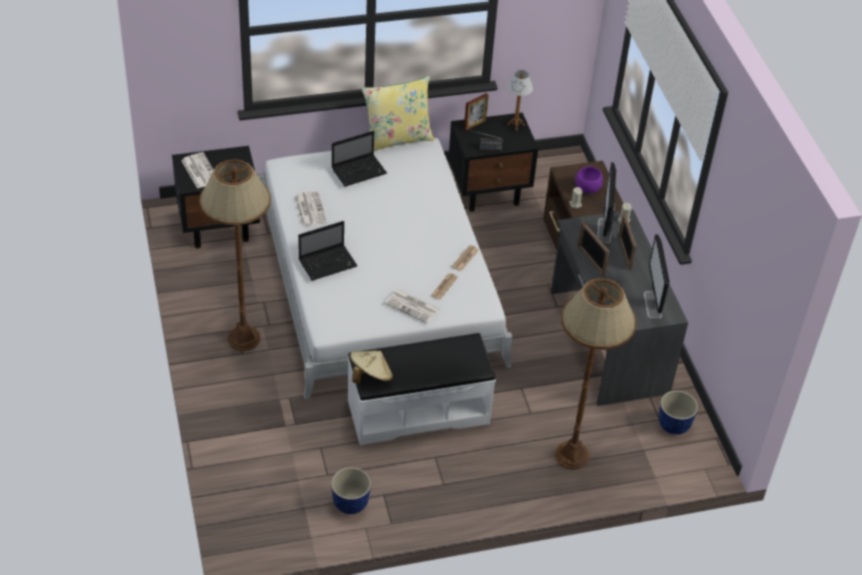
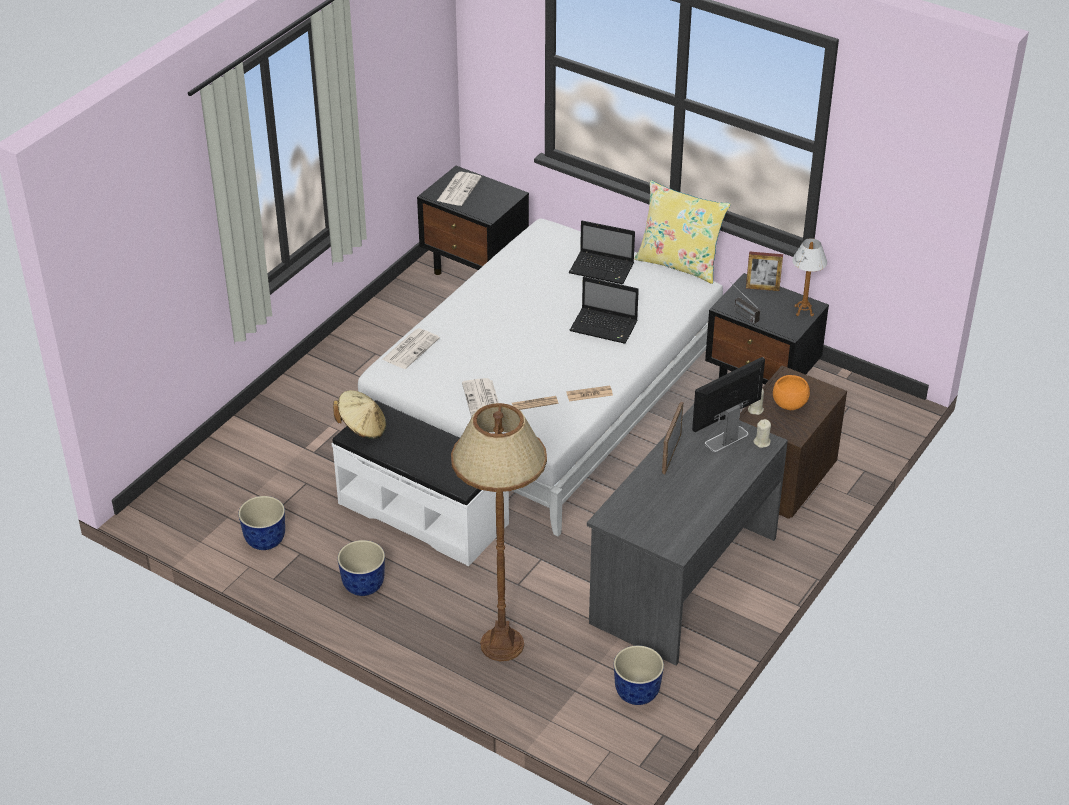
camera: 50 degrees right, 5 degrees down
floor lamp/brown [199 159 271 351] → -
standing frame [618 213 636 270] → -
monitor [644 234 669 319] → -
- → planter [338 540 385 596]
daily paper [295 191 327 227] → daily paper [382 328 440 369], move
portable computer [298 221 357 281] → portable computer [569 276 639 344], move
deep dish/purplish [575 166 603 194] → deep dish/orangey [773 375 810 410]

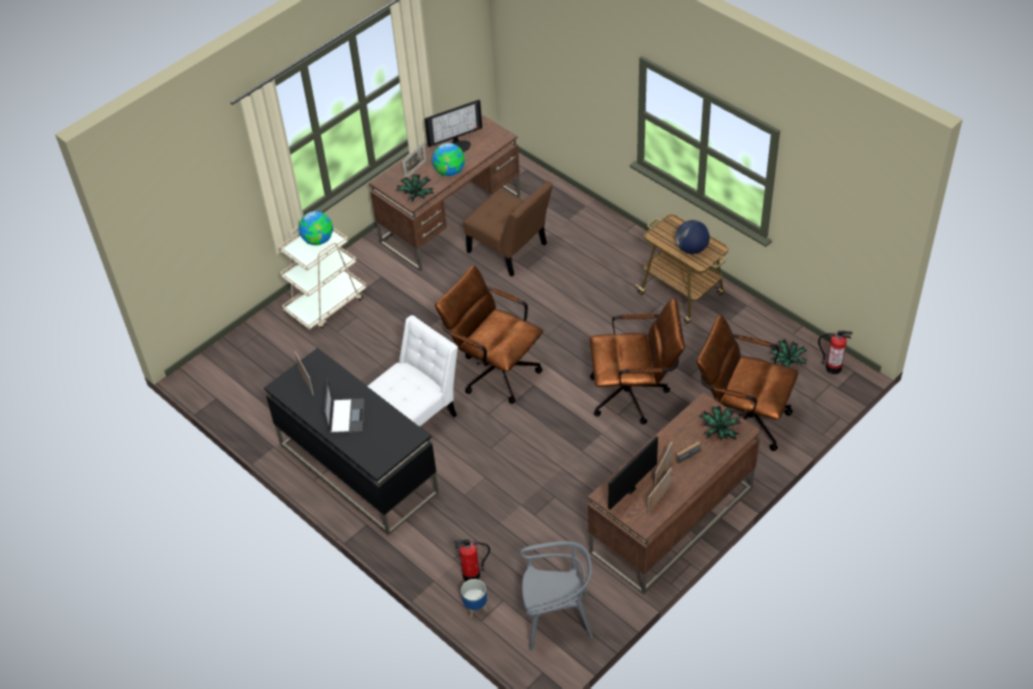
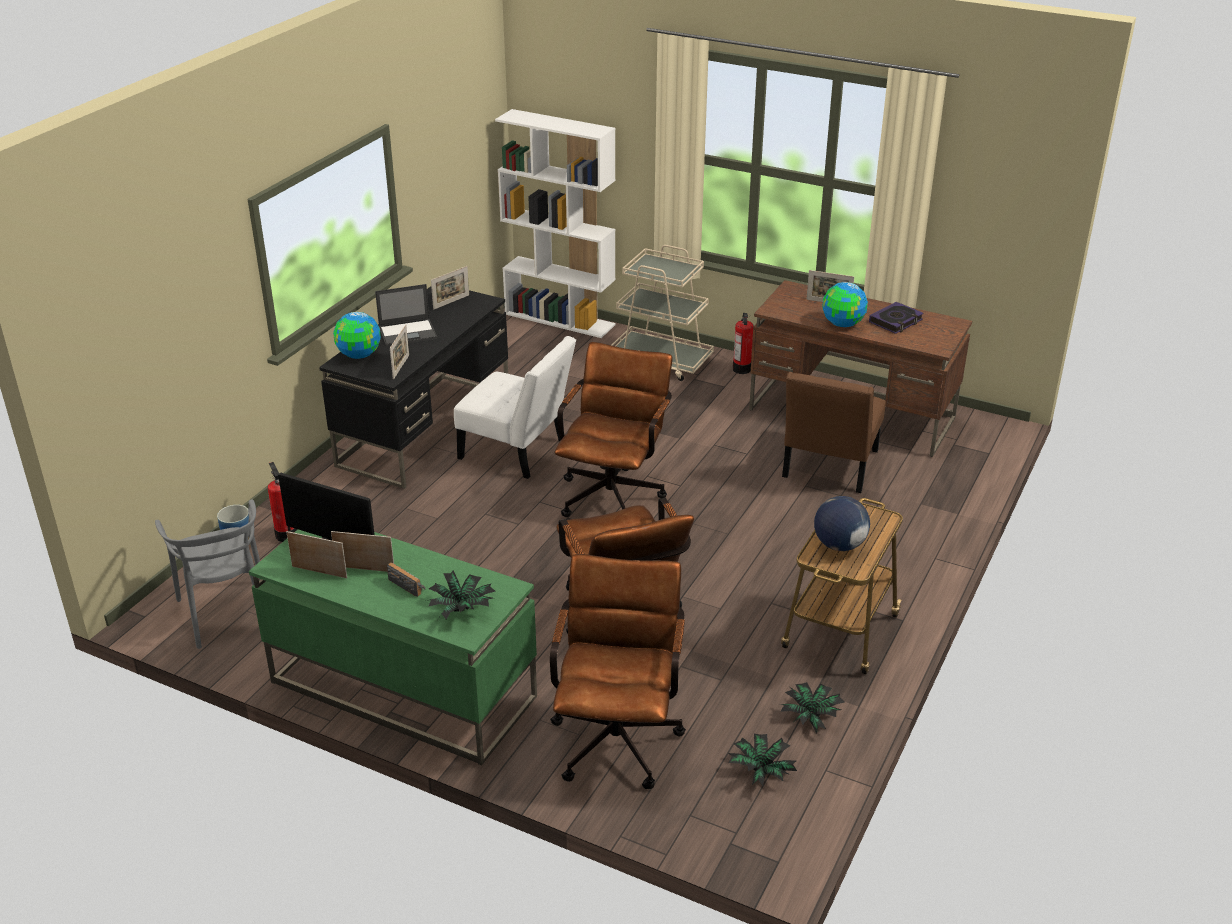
camera: 70 degrees right, 15 degrees down
- → standing frame [390 325 409 379]
- → bookcase/whitish [495 109 615 338]
world globe [298 211 333 245] → world globe [333 312 381 359], move
houseplant [396 175 434 201] → houseplant [780 682 844 734], move
extinguisher [818 330 853 374] → extinguisher [733 313 754 374], move
monitor [425 100 482 152] → book [869 302 924 334]
desk unit/brown [588 392 761 594] → desk unit/green [249 529 537 765]

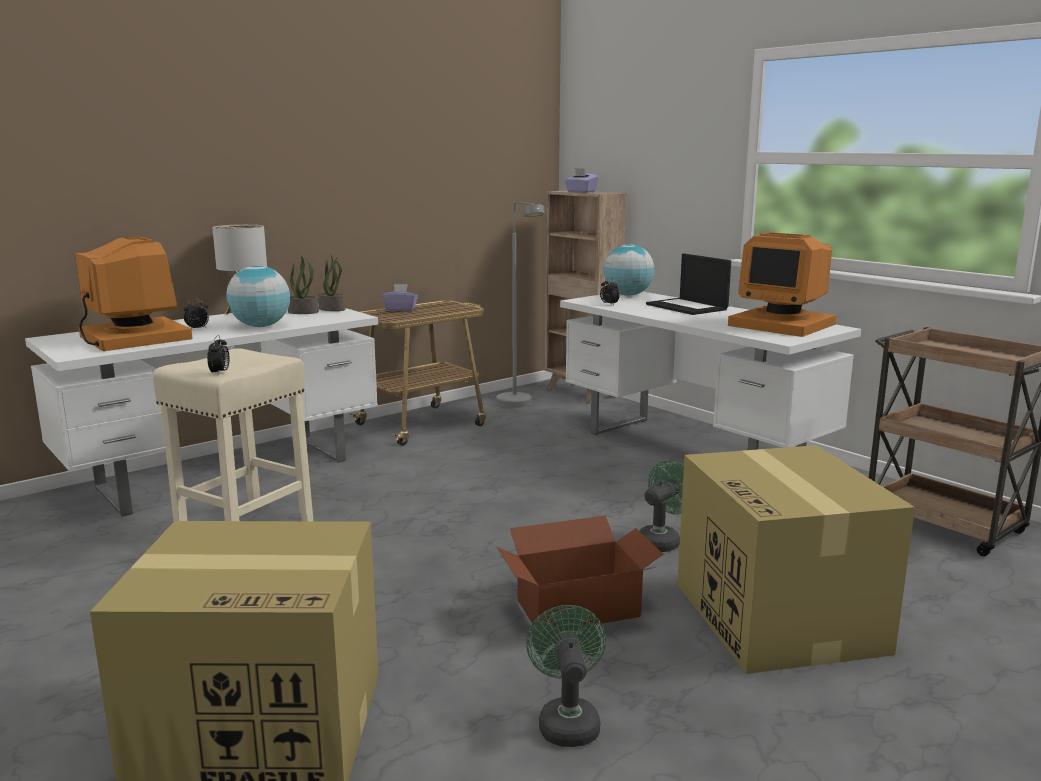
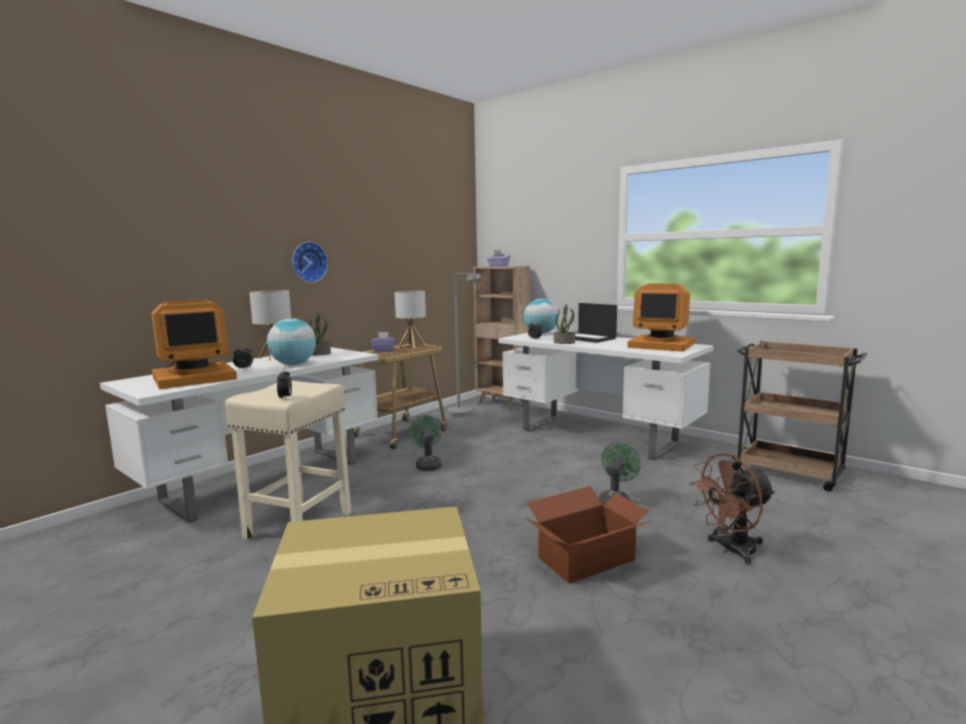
camera: 10 degrees left, 5 degrees down
- → clock on the wall [292 242 328 283]
- → lamp for a table [395 291 426 348]
houseplant [318 254 346 311] → houseplant [554 304 575 344], move
fan/green [526 605 606 747] → fan/green [409 415 442 471], move
packing box [677 445 915 674] → fan/brown [689 453 775 565]
monitor [75 237 193 351] → monitor [151 300 237 389], 105 degrees clockwise

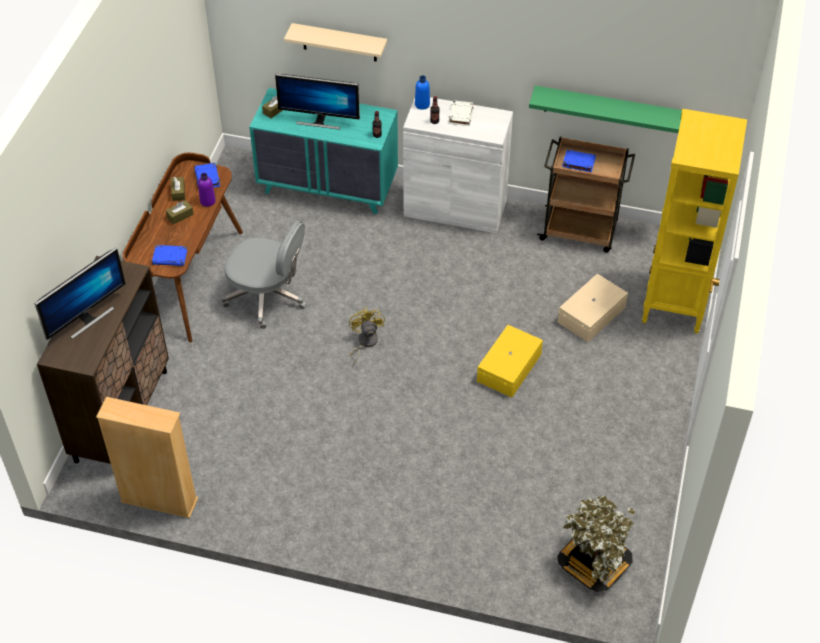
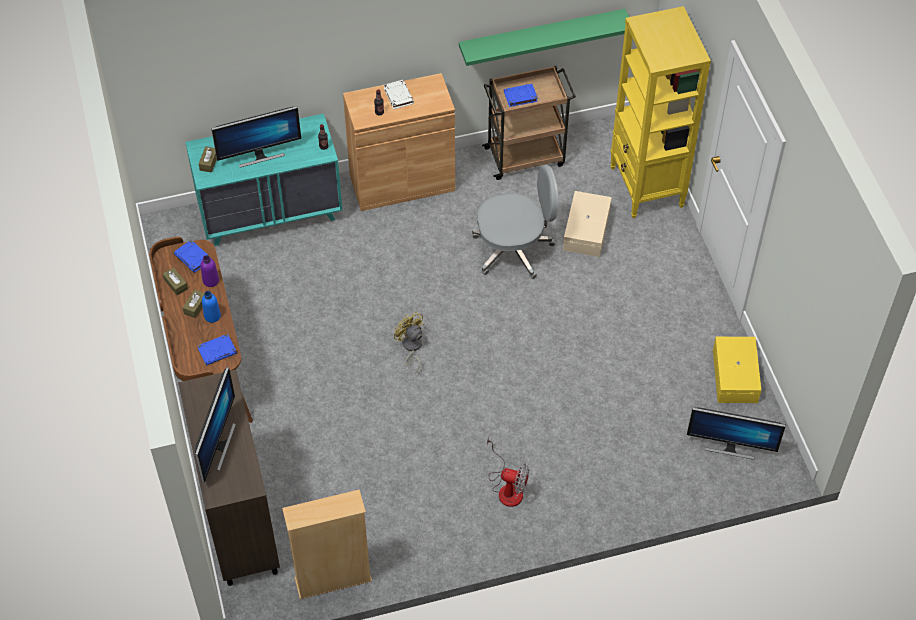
camera: 30 degrees left, 5 degrees up
wall shelf/sand-coloured [284 23 387 62] → -
- → fan [487 437 529 507]
office chair/grey [222 220 307 329] → office chair/grey [472 165 559 279], move
drink bottle/bluish [415 75 430 110] → drink bottle/bluish [202 291 221 323], move
storage container/yellow [477 325 543 398] → storage container/yellow [713 337 761 403], move
houseplant [557 495 635 592] → monitor [687 407 786 460]
cupboard/whitish [403 97 513 234] → cupboard/brown [343 73 455 211]

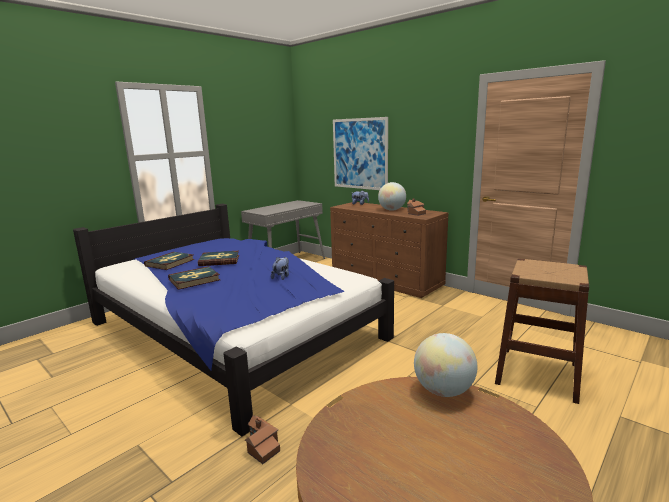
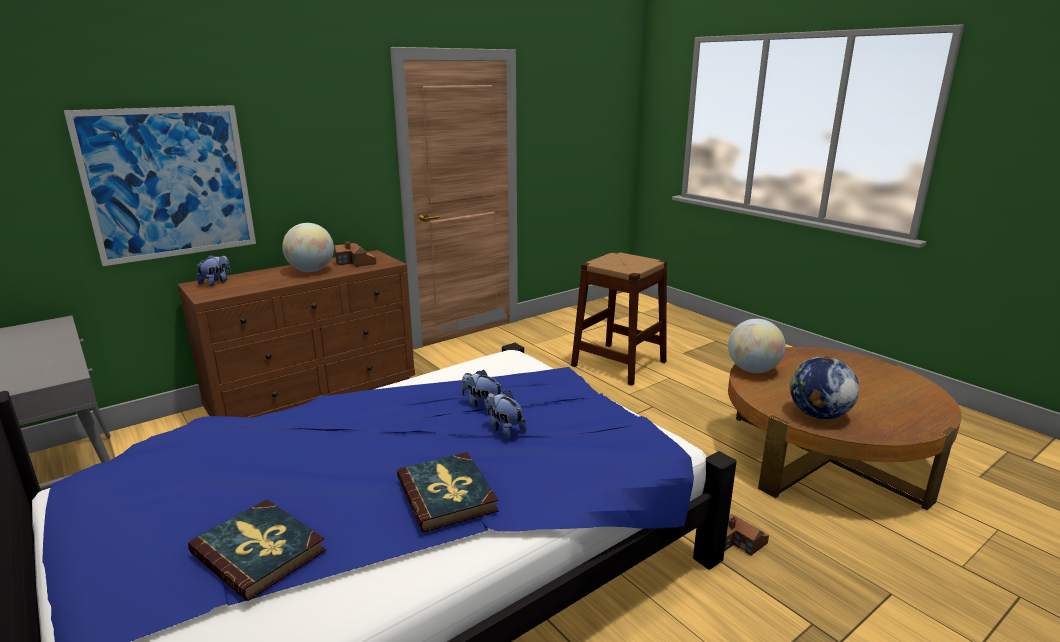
camera: 80 degrees left, 5 degrees up
book [198 251 239 266] → -
- → plush toy [487 391 527 439]
- → world globe [790 356 859 419]

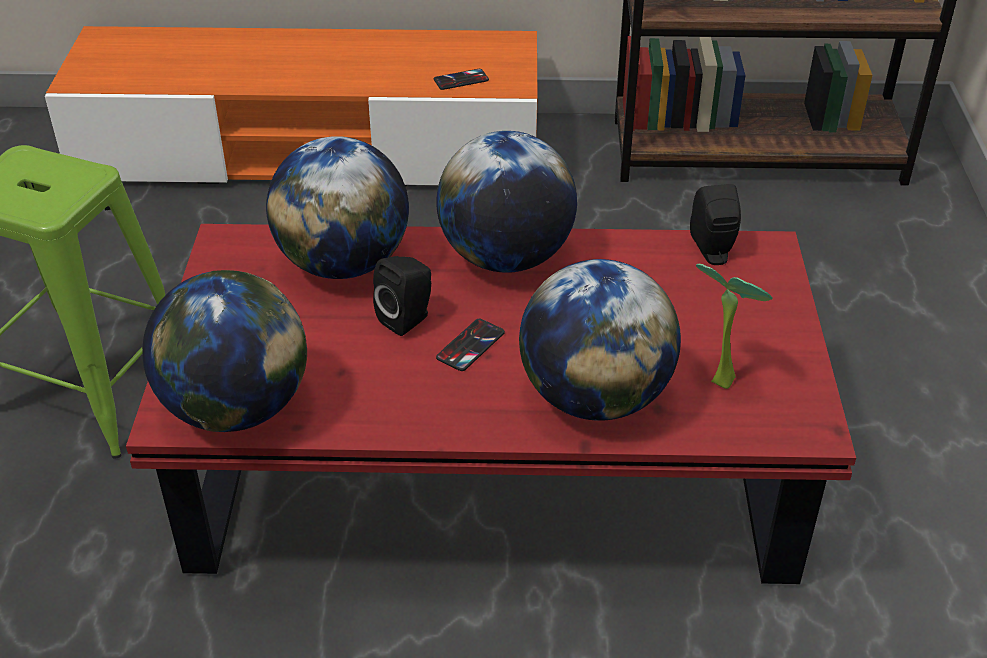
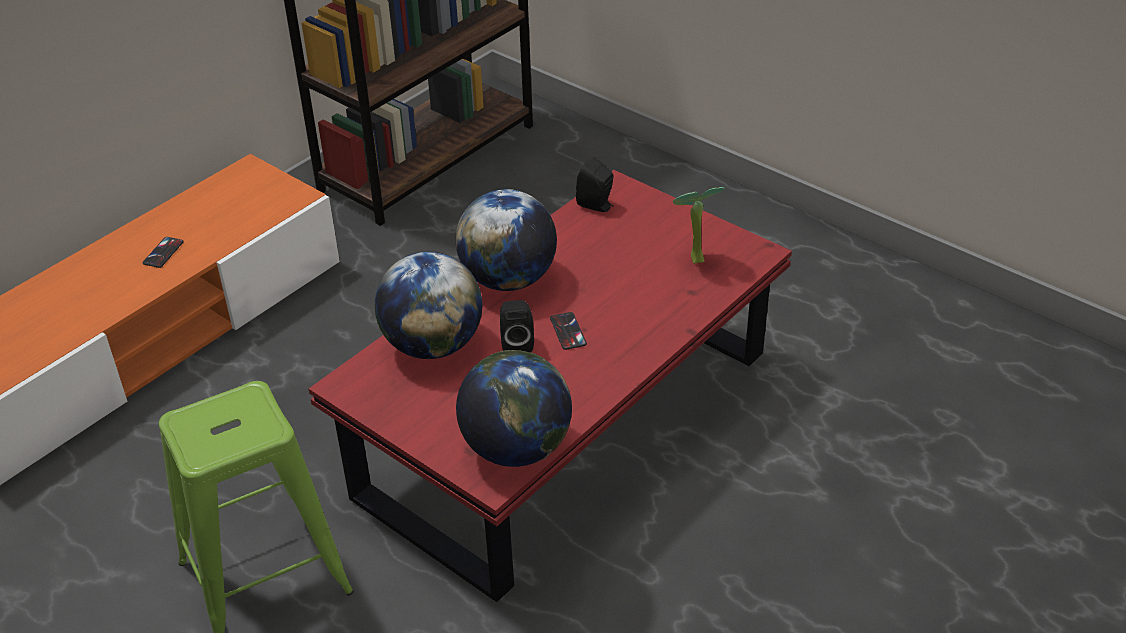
camera: 50 degrees left, 0 degrees up
world globe [519 259 681 421] → -
phone [433 69 489 90] → phone [143 237 183 268], move

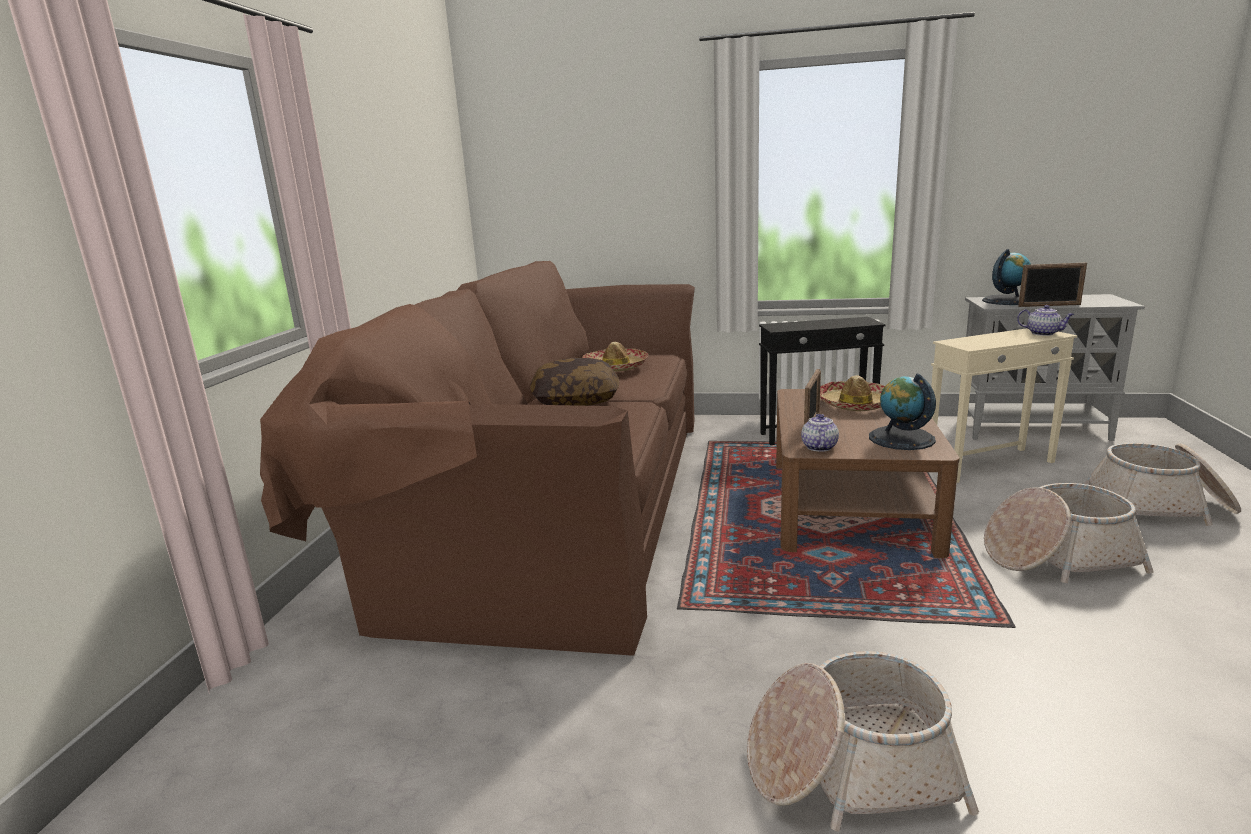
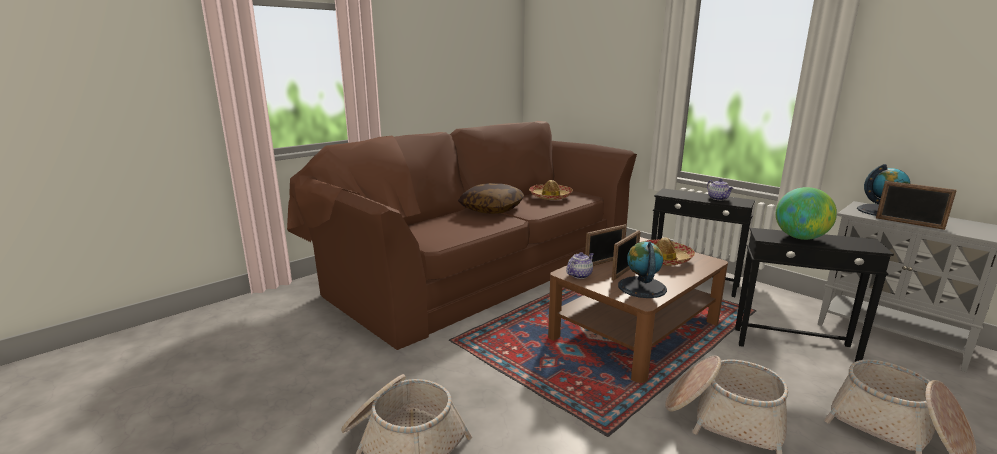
camera: 35 degrees right, 0 degrees up
- → standing frame [612 230 640 281]
- → world globe [776 187 837 240]
pot for tea [1017 305 1074 336] → pot for tea [707 179 733 200], move
accent table/sand-coloured [931 328 1077 483] → accent table/black-coloured [735 228 894 362]

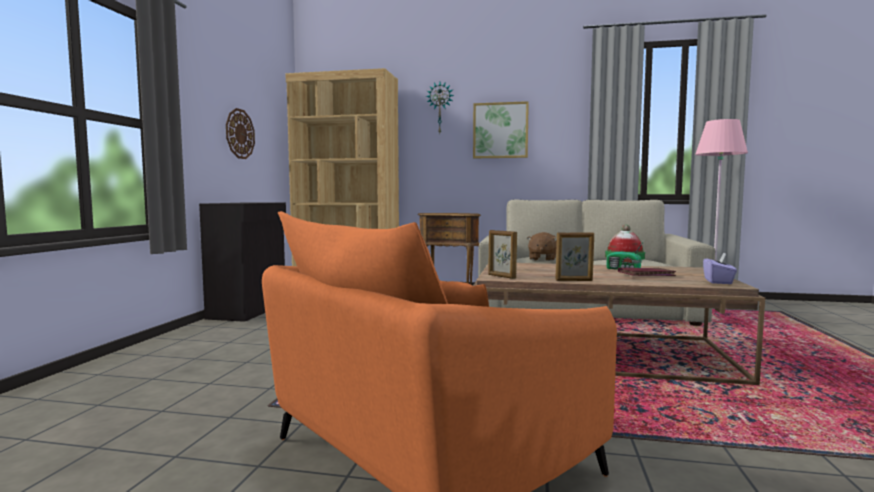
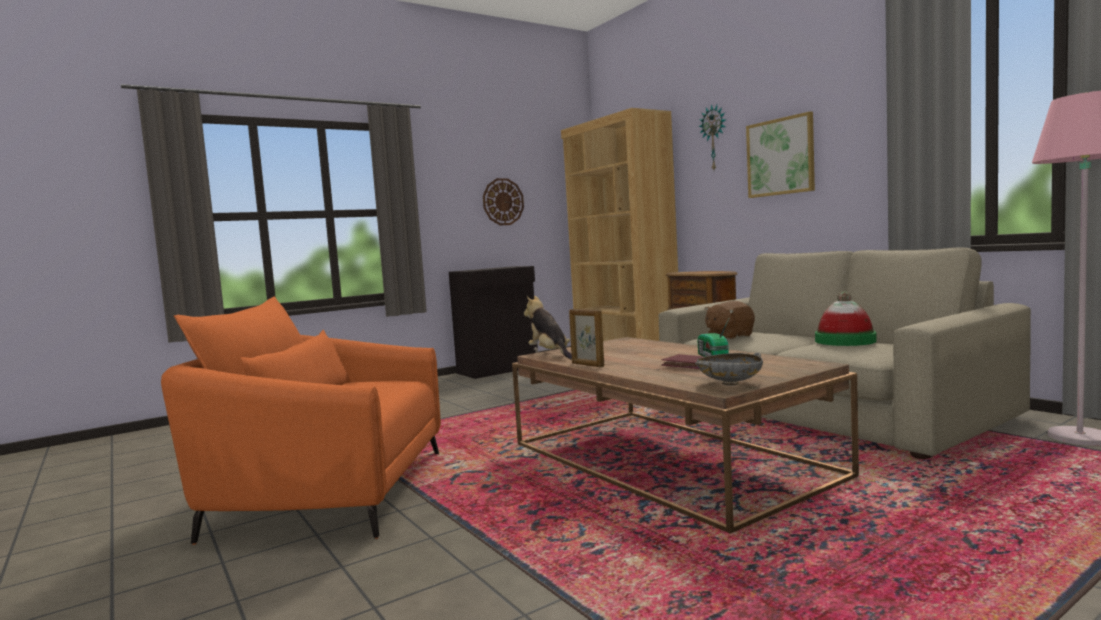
camera: 45 degrees right, 0 degrees up
standing frame [488 230 517 279] → plush toy [524 296 572 360]
tissue box/purplish [703 252 737 284] → deep dish/grey [695 353 763 386]

